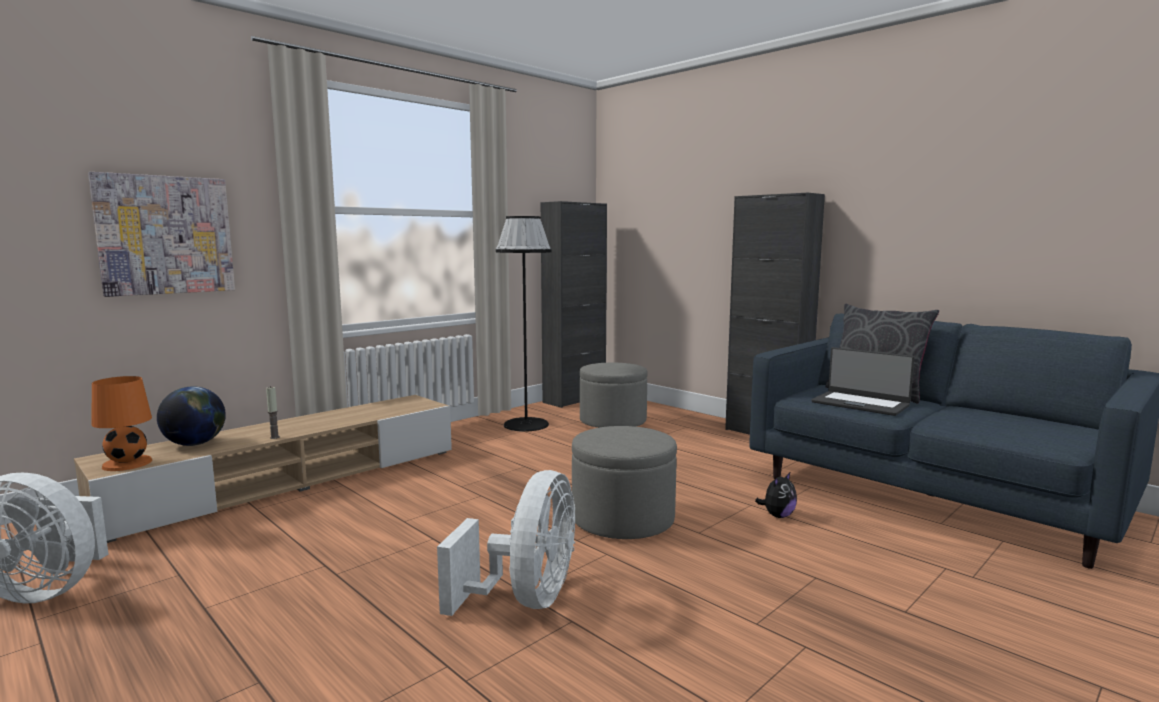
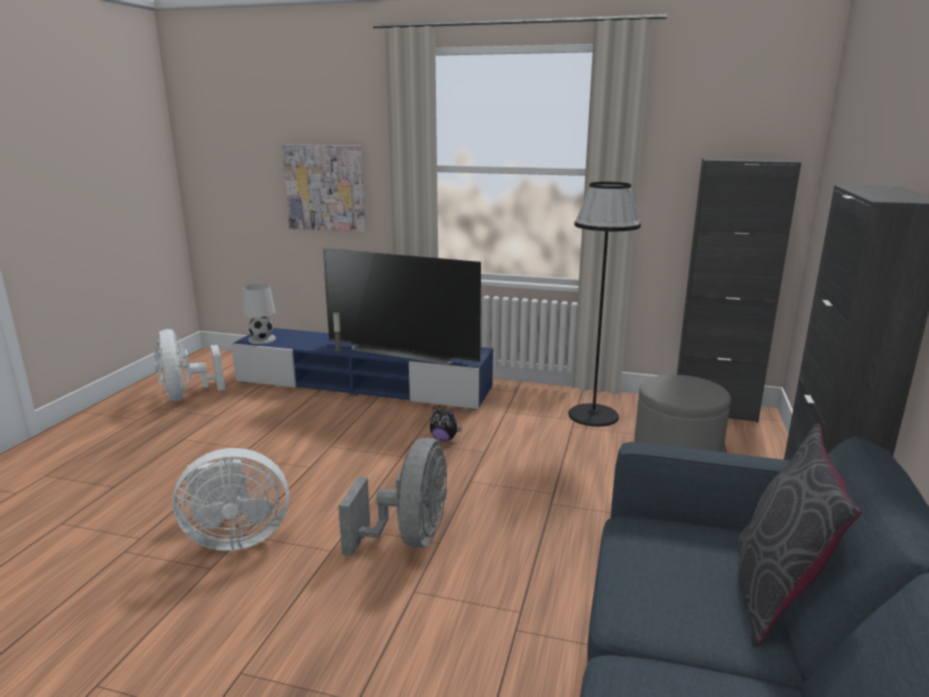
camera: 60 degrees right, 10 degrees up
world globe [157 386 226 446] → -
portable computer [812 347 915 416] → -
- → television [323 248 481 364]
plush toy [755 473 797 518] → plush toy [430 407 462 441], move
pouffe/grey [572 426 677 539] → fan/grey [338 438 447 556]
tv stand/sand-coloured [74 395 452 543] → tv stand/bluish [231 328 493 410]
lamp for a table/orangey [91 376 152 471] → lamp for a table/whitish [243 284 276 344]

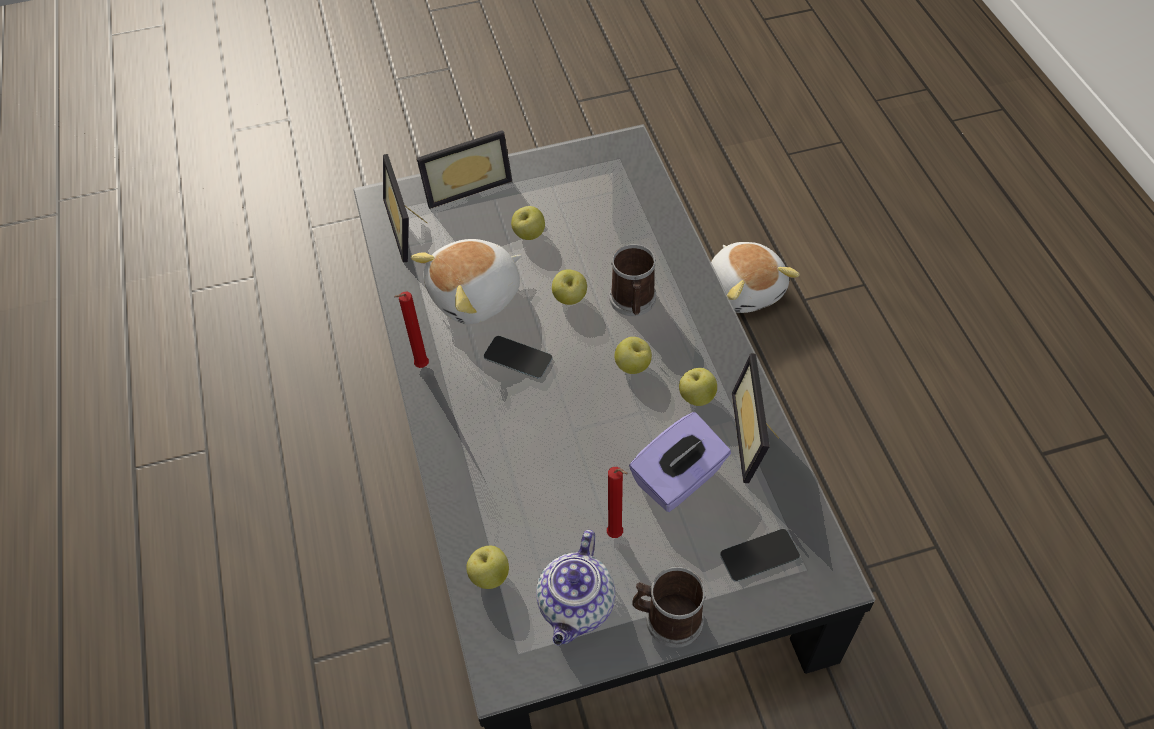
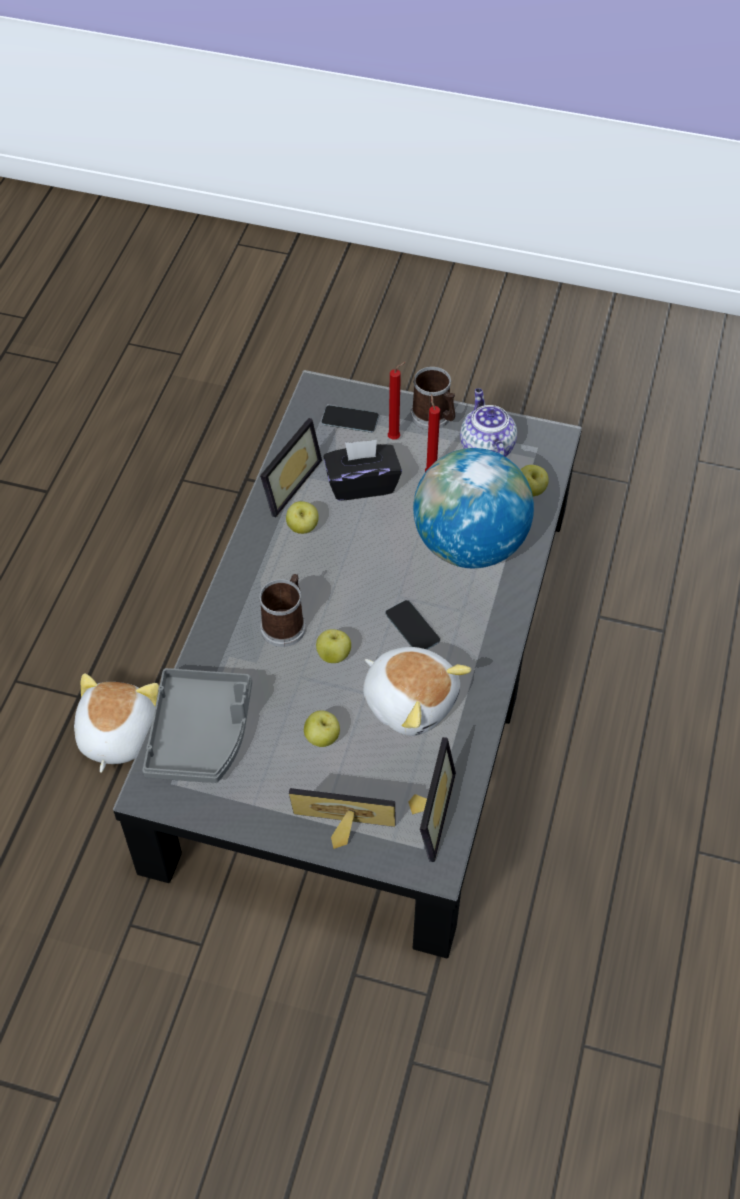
camera: 150 degrees left, 0 degrees up
apple [614 337 652 374] → -
- → tray/grey [142 668 252 783]
- → world globe [413 448 534 568]
wax light/red [394 292 429 368] → wax light/red [388 362 406 439], move
tissue box/purplish [629 412 731 512] → tissue box/black-coloured [324 440 402 500]
plush toy [411 239 521 324] → plush toy [363 647 471 736], 45 degrees clockwise
pot for tea [536 530 615 645] → pot for tea [460 388 517 457], 60 degrees counterclockwise

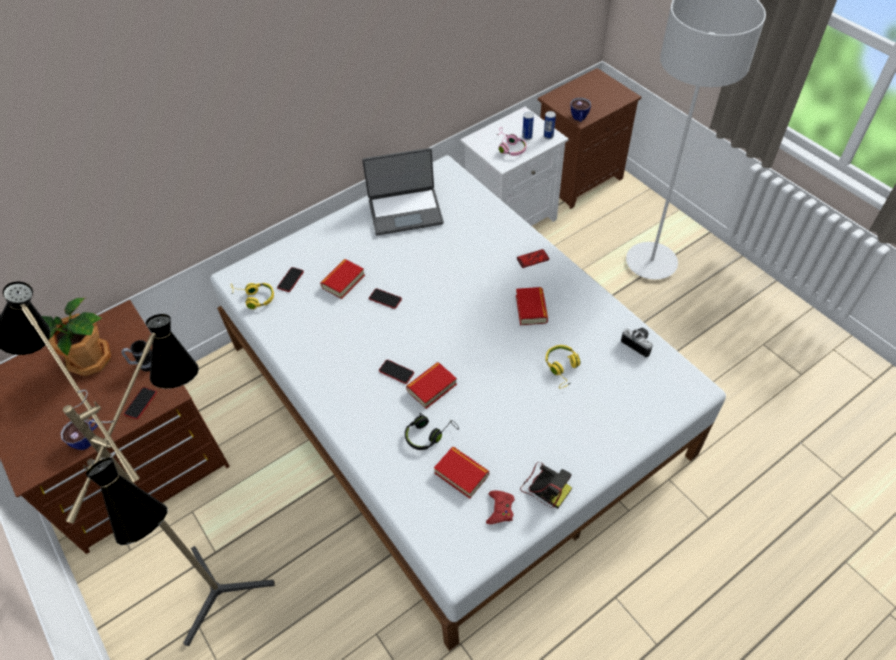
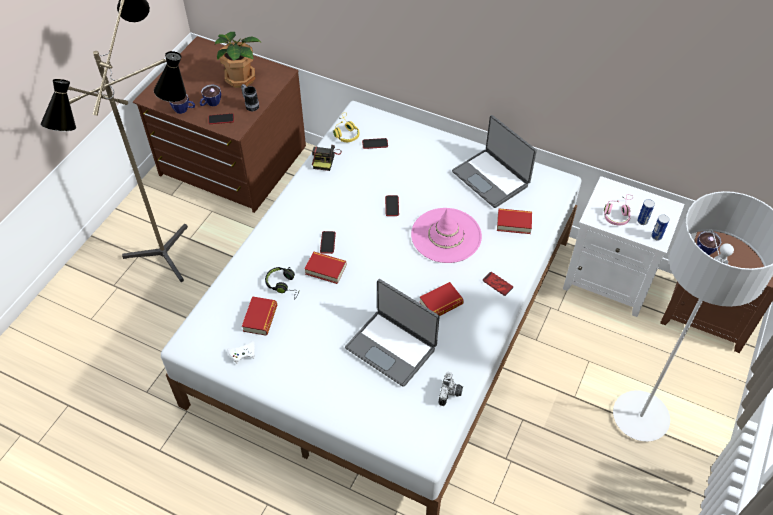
camera: 60 degrees right, 0 degrees up
- → drinking cup [200 84 221 106]
- → hat/pinkish [411 208 482 263]
book [320 259 365 299] → book [497 208 532 234], move
still camera [520 462 572 509] → still camera [312 145 342 171], move
pair of headphones/yellow [546 345 580 388] → portable computer [345 279 440 387]
game controller/red [486 491 514 524] → game controller/whitish [227 341 255 364]

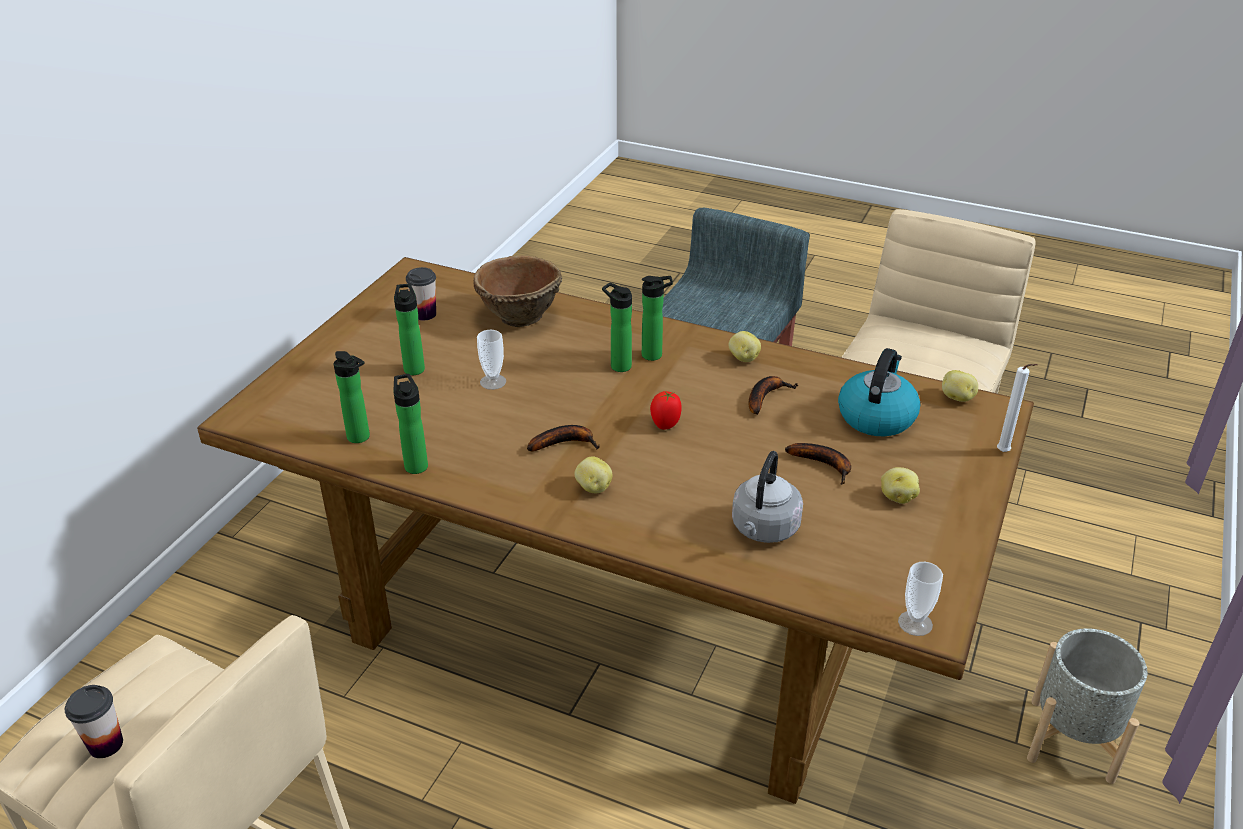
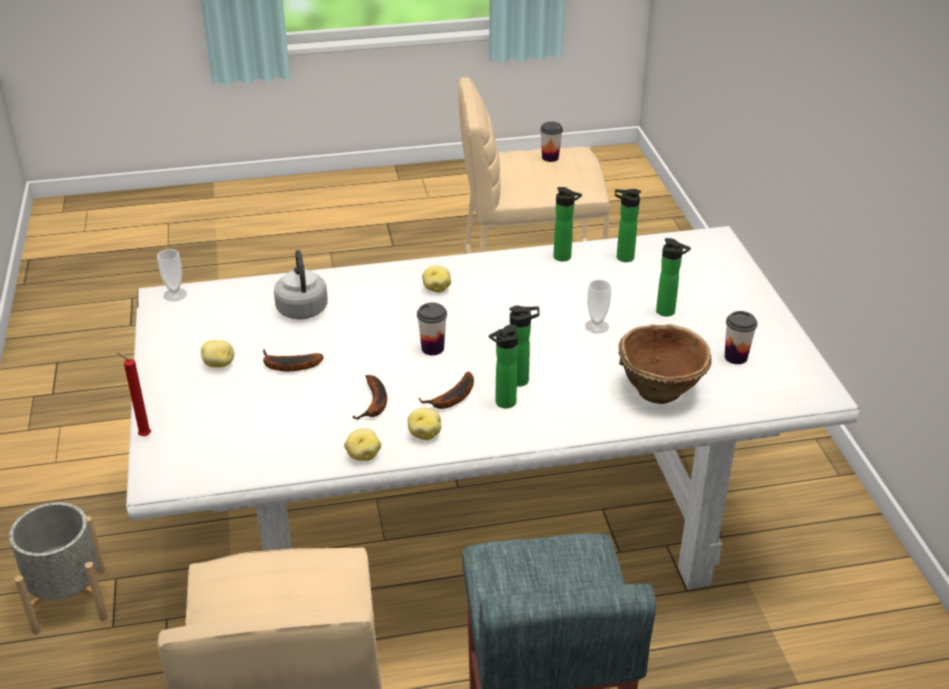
camera: 145 degrees right, 0 degrees up
tea kettle [838 348 920 436] → -
banana fruit [527 425 600 451] → banana fruit [418 372 474 409], move
whole potato [942 370 978 402] → whole potato [344 428 381 461], move
fresh tomato [650 391 682 430] → drinking cup [417 303 447 355]
dinner table/brown [197 257 1034 804] → dinner table/whitish [126 226 859 589]
wax light/whitish [997 364 1038 452] → wax light/red [116 352 151 436]

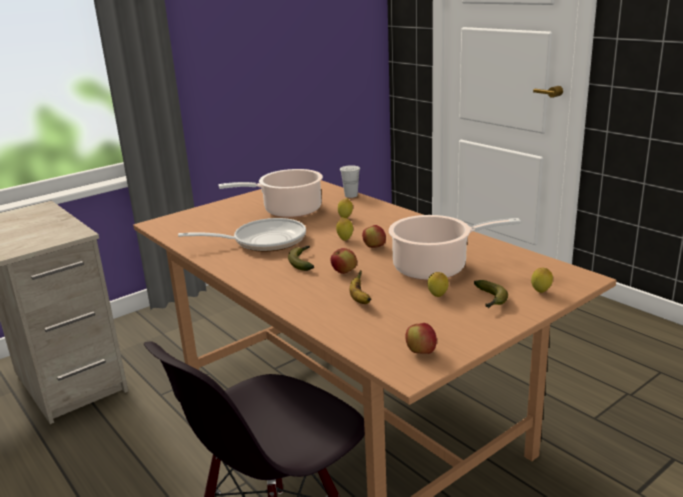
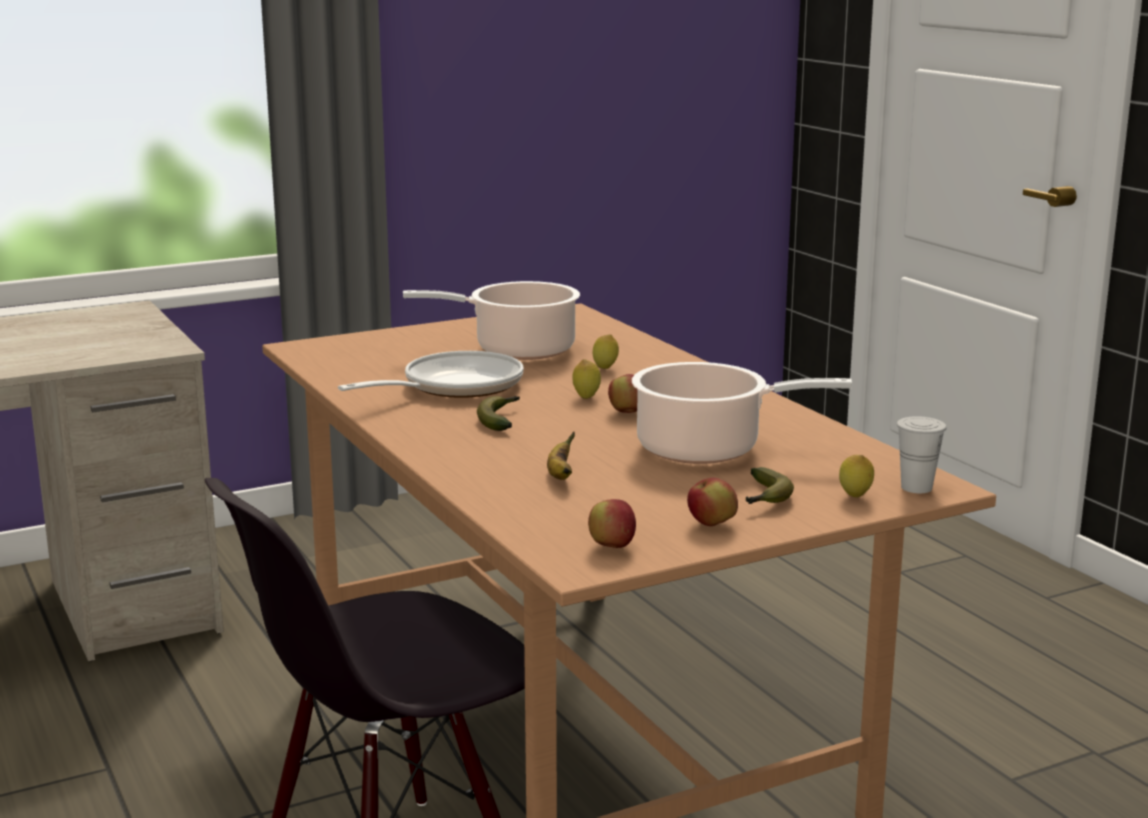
camera: 10 degrees right, 5 degrees down
whole lemon [428 272 449 297] → -
apple [331 248 357 274] → apple [687 478 738 526], move
drinking cup/whitish [340 165 360 198] → drinking cup/whitish [897 416 947 493], move
frying pan [178 218 306 252] → frying pan [338 351 524 398], 45 degrees counterclockwise

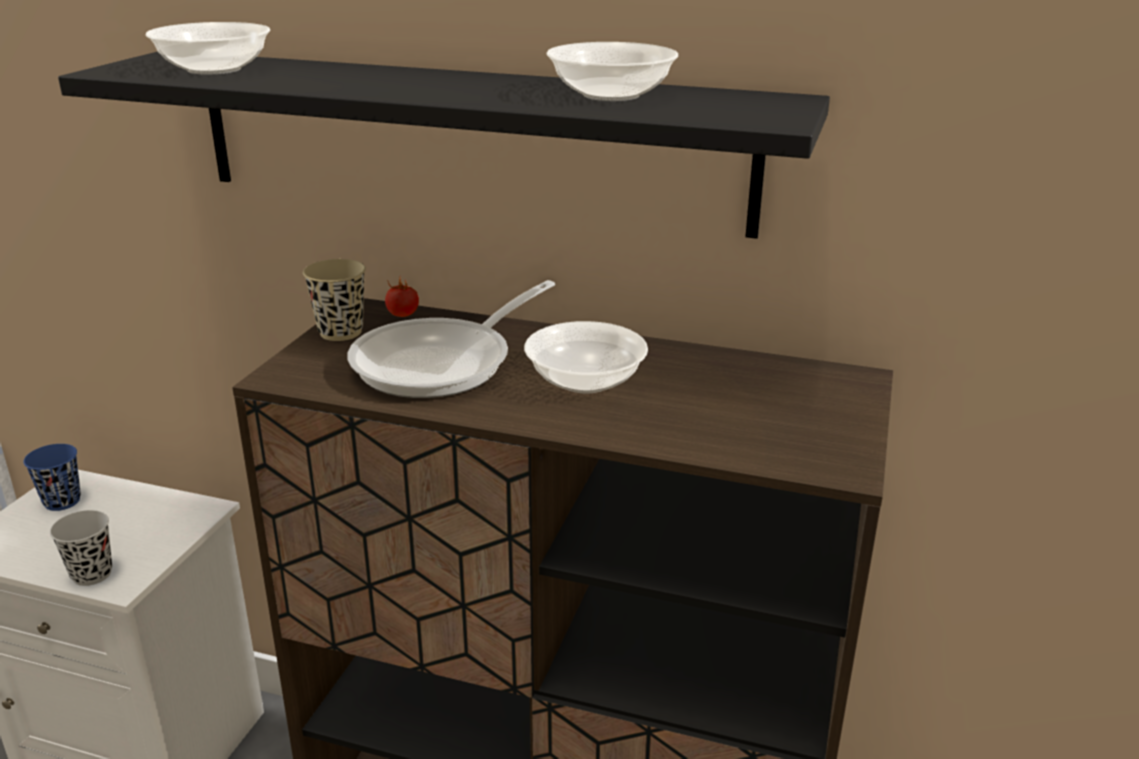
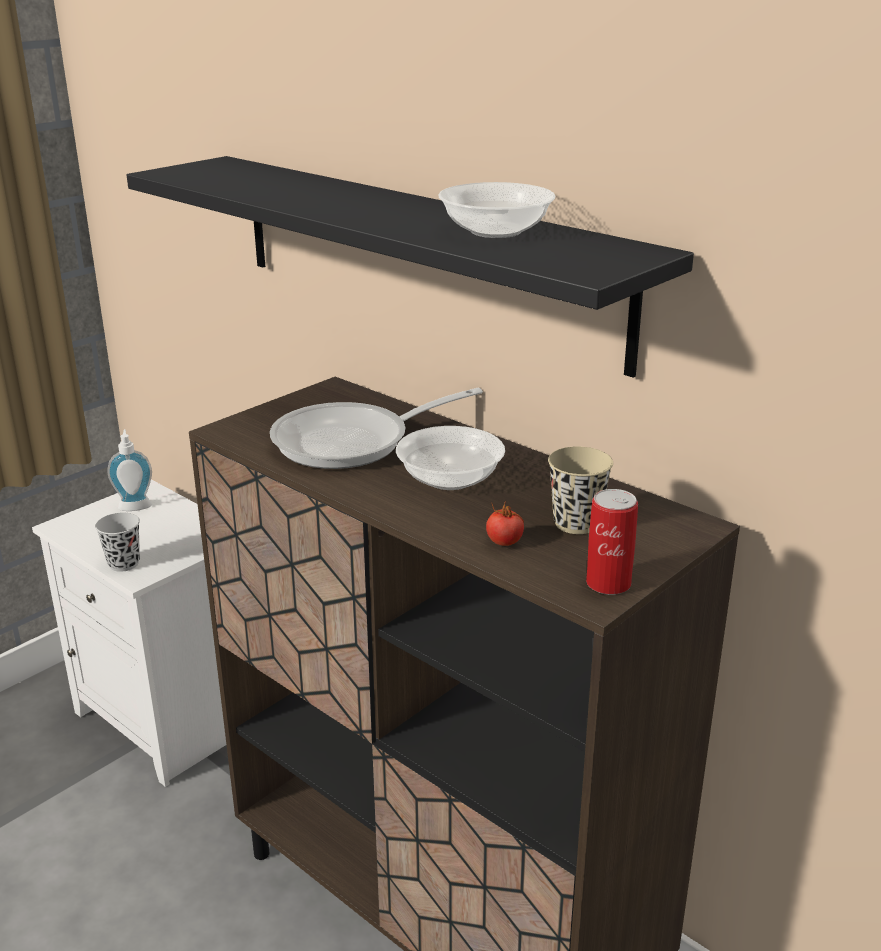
camera: 25 degrees right, 0 degrees up
deep dish [146 22 270 74] → -
- → metal can [586 489 638 595]
drinking cup/sand-coloured [303 259 366 341] → drinking cup/sand-coloured [548 446 613 534], move
fresh tomato [385 276 419 317] → fresh tomato [486 502 524 546], move
drinking cup/bluish [23 444 81 511] → soap dispenser [108 429 152 511]

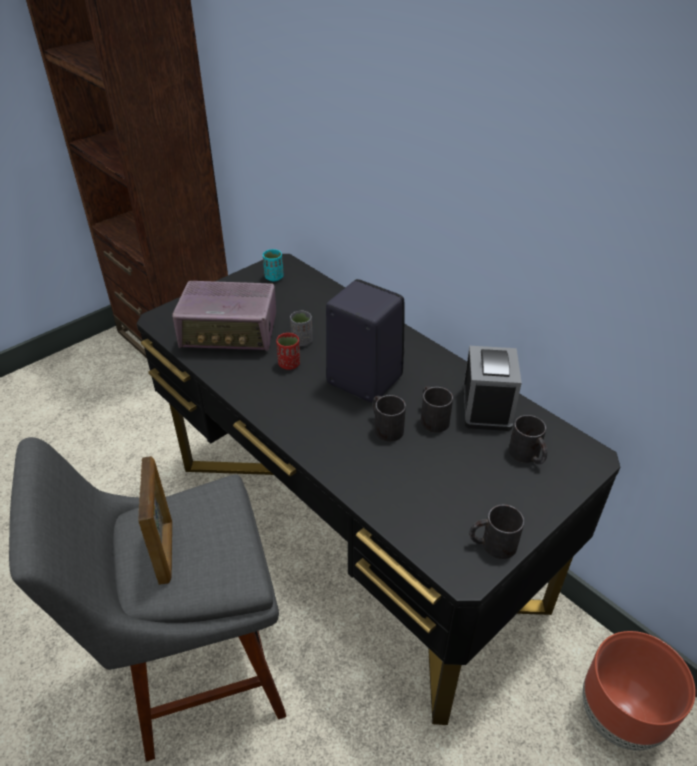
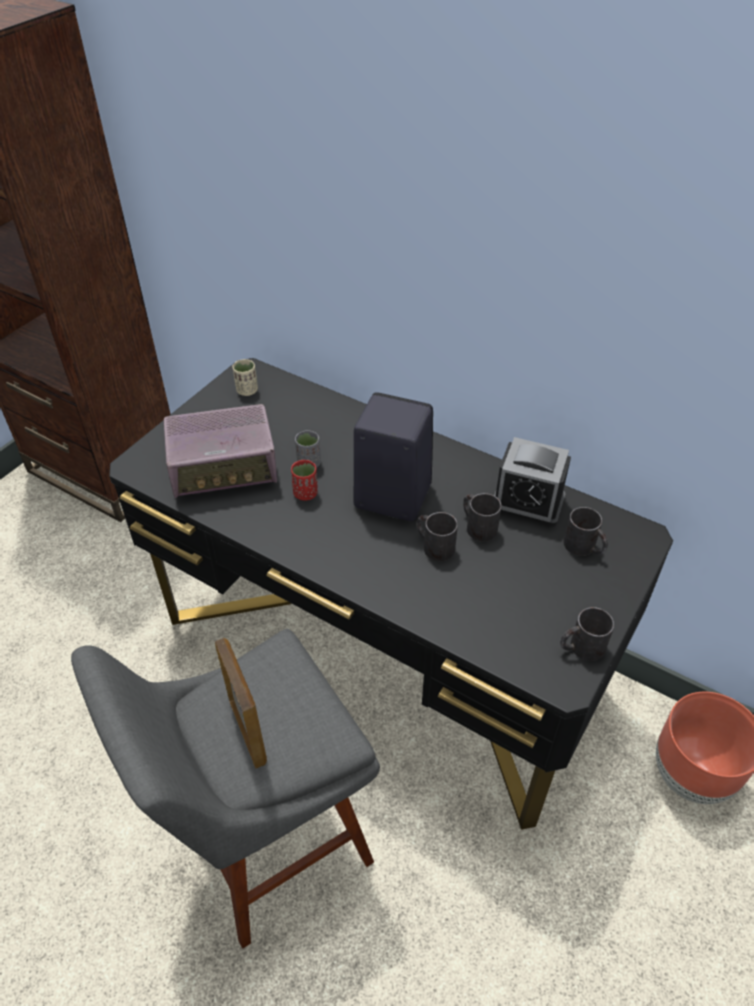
camera: 15 degrees left, 5 degrees up
drinking cup/blue-green [263 249 283 281] → drinking cup/sand-coloured [233 359 258 396]
alarm clock [463 346 522 431] → alarm clock [494 437 571 527], 120 degrees clockwise

